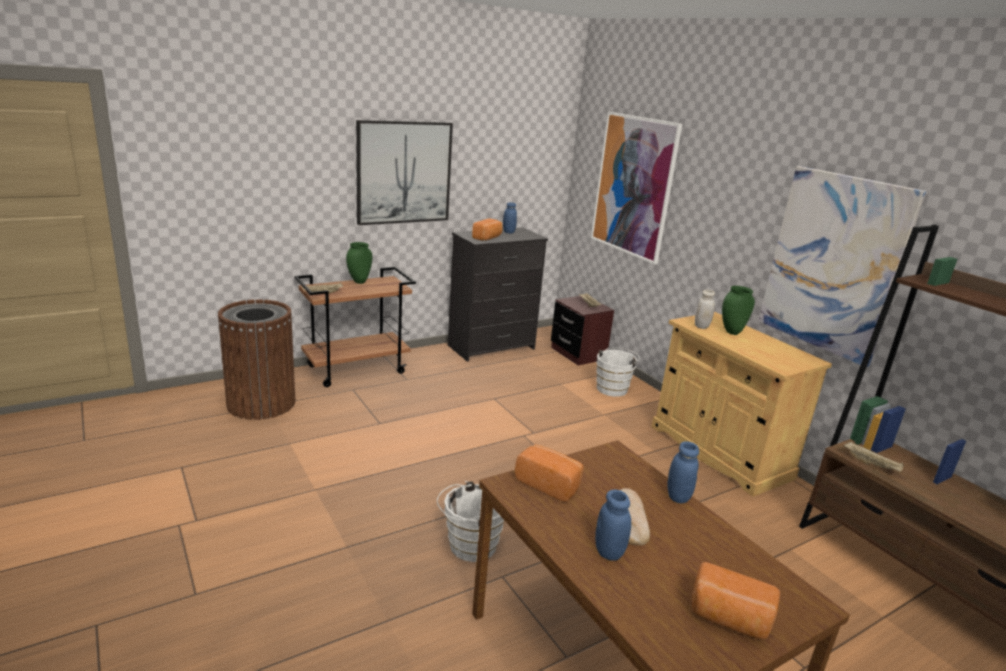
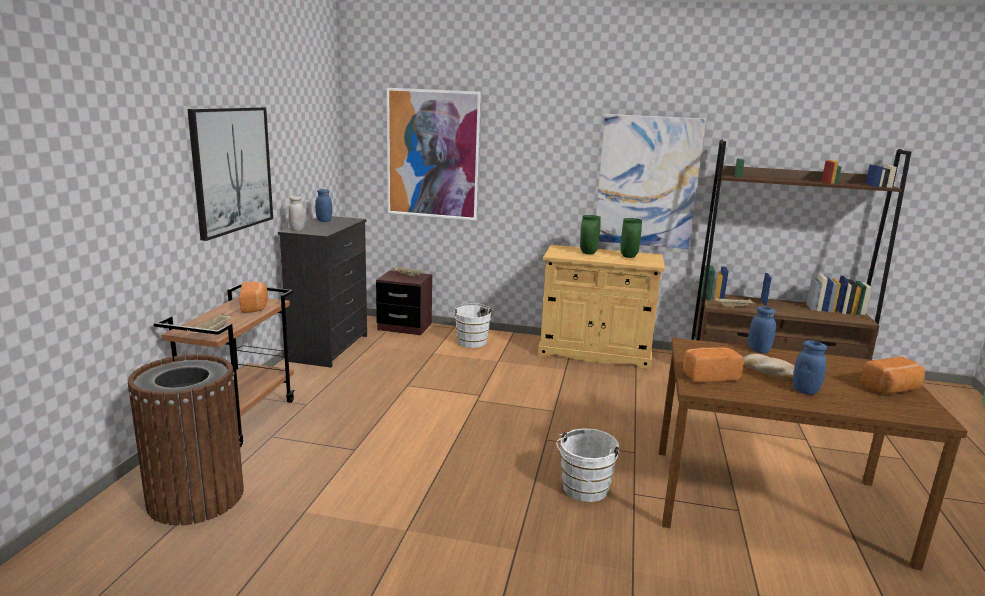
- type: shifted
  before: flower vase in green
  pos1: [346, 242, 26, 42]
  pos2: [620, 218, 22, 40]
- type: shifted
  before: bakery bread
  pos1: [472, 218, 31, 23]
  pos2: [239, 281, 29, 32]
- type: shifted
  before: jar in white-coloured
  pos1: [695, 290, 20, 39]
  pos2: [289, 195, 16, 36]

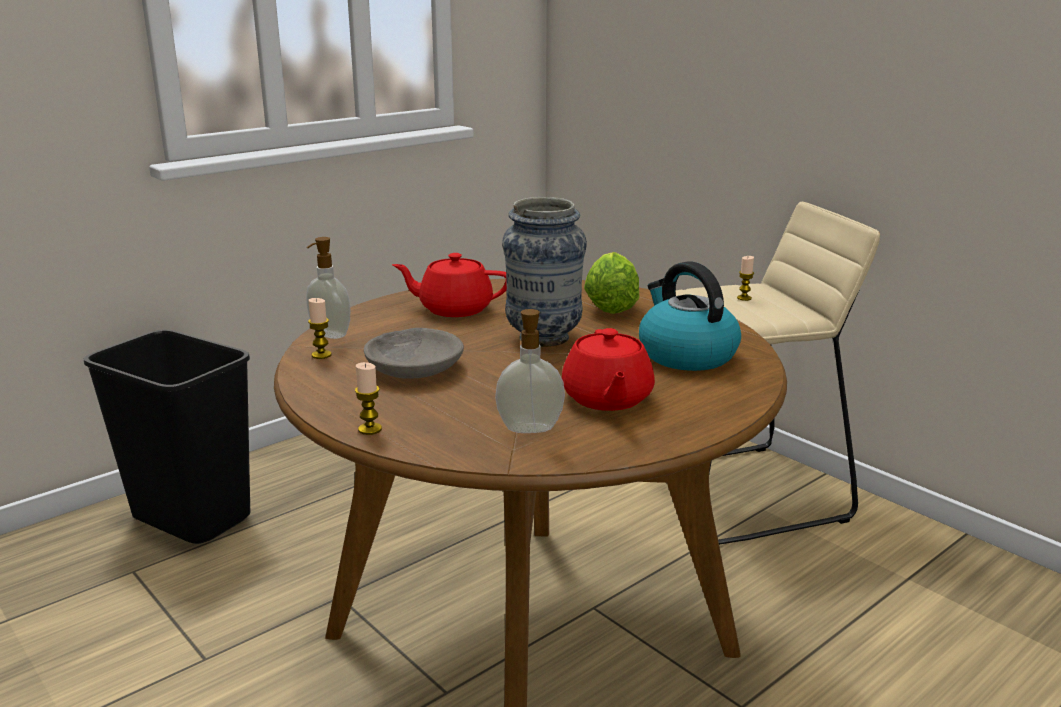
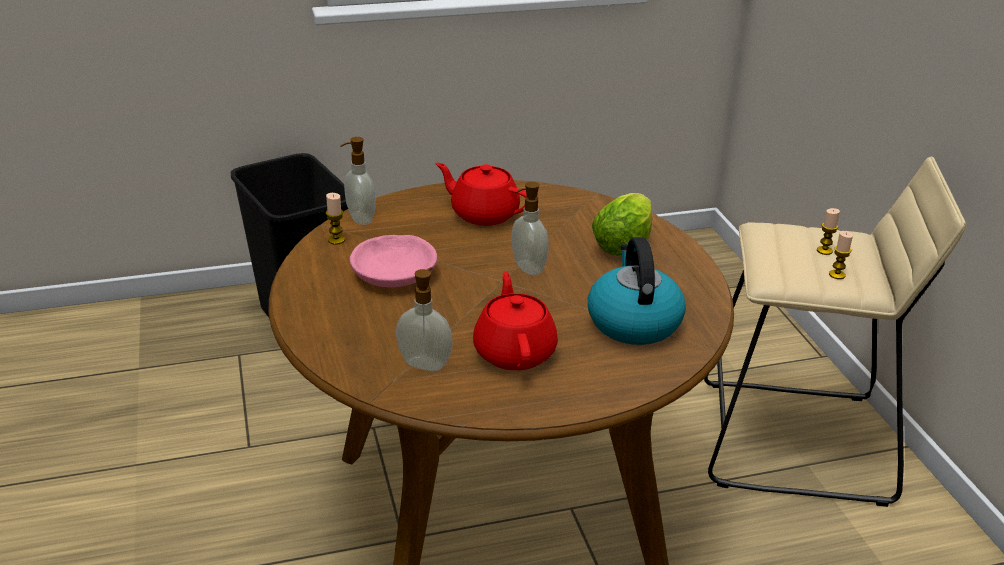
- type: shifted
  before: candle
  pos1: [355, 362, 27, 73]
  pos2: [829, 231, 24, 48]
- type: repainted
  before: deep dish in gray
  after: deep dish in pink
  pos1: [364, 328, 100, 51]
  pos2: [350, 235, 87, 52]
- type: swapped
  before: flower vase
  after: soap bottle
  pos1: [502, 197, 85, 150]
  pos2: [512, 182, 37, 93]
- type: rotated
  before: pot for tea in red
  pos1: [562, 328, 93, 83]
  pos2: [473, 272, 85, 98]
  turn: 150

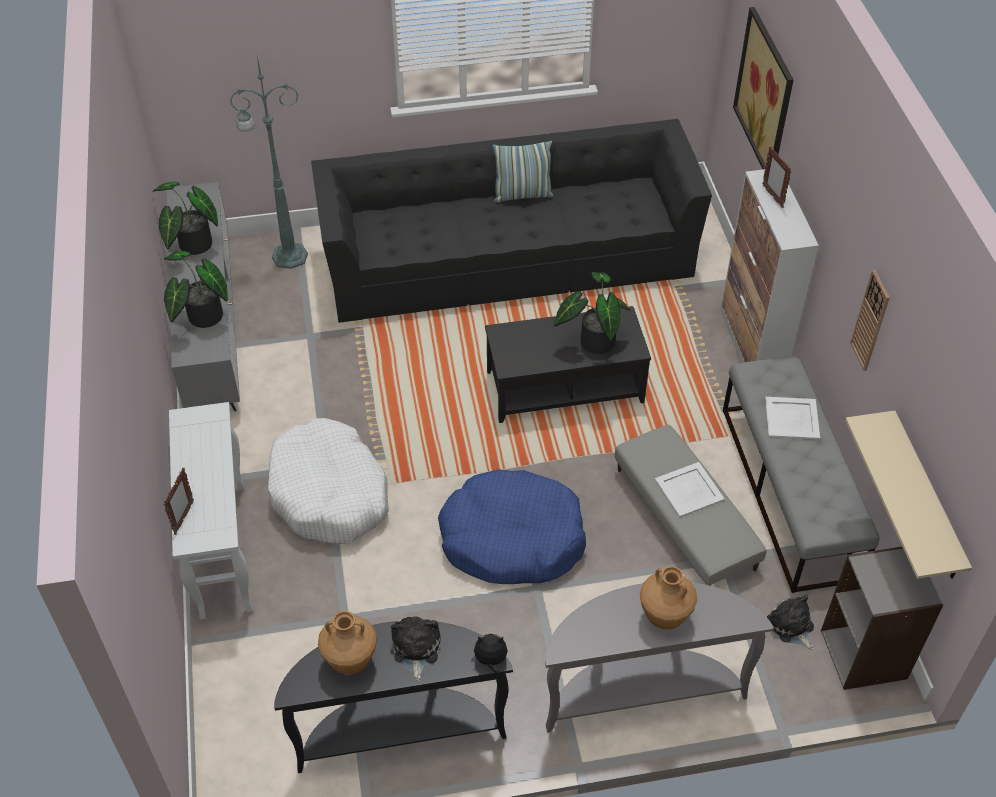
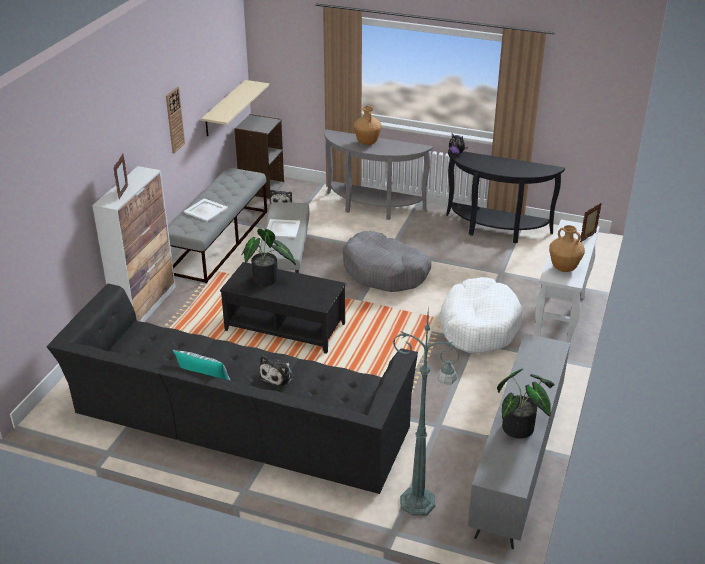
- type: gone
  before: potted plant
  pos1: [164, 251, 64, 77]
- type: shifted
  before: flower vase in brown
  pos1: [318, 611, 59, 63]
  pos2: [549, 225, 36, 47]
- type: shifted
  before: cuddly toy
  pos1: [391, 616, 49, 65]
  pos2: [259, 356, 35, 32]
- type: repainted
  before: pet bed in blue-coloured
  after: pet bed in gray
  pos1: [438, 469, 148, 115]
  pos2: [342, 231, 89, 61]
- type: gone
  before: wall picture
  pos1: [733, 7, 61, 162]

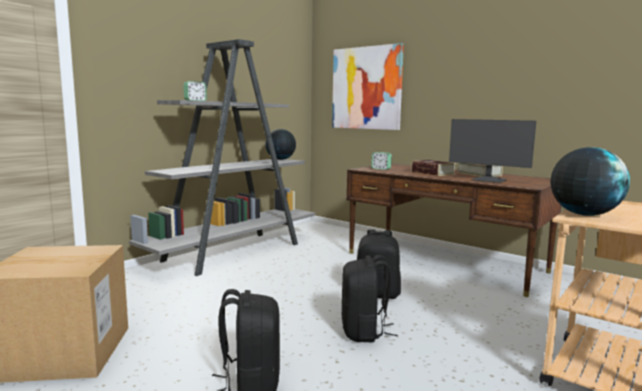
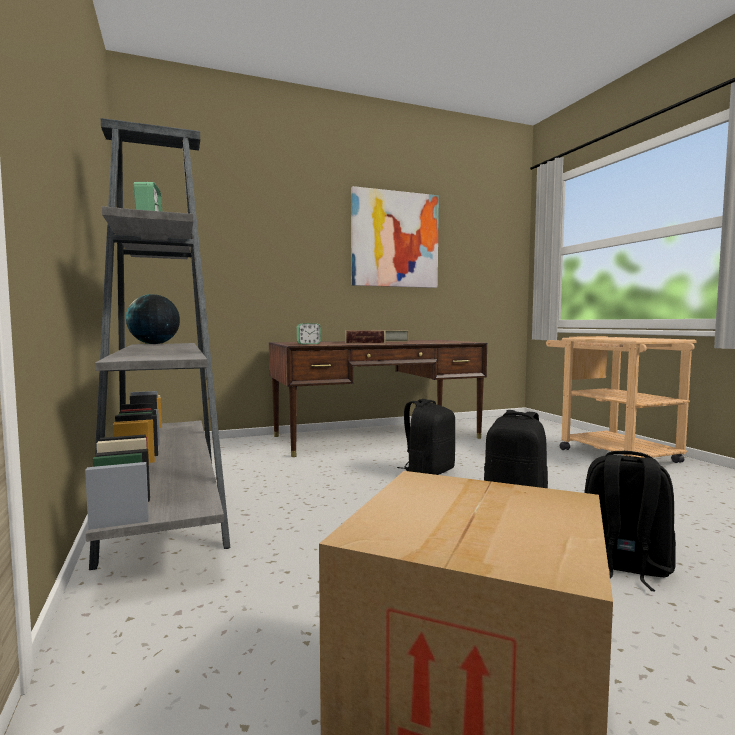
- type: shifted
  before: wall picture
  pos1: [332, 43, 72, 87]
  pos2: [351, 186, 88, 102]
- type: gone
  before: computer screen
  pos1: [449, 119, 87, 64]
- type: gone
  before: world globe
  pos1: [551, 147, 79, 69]

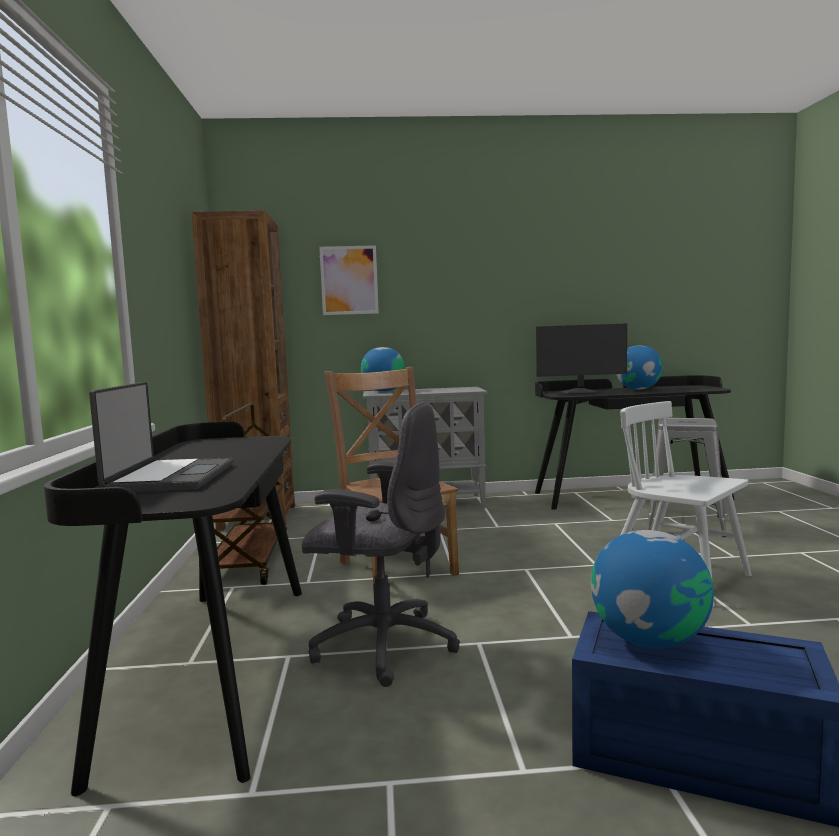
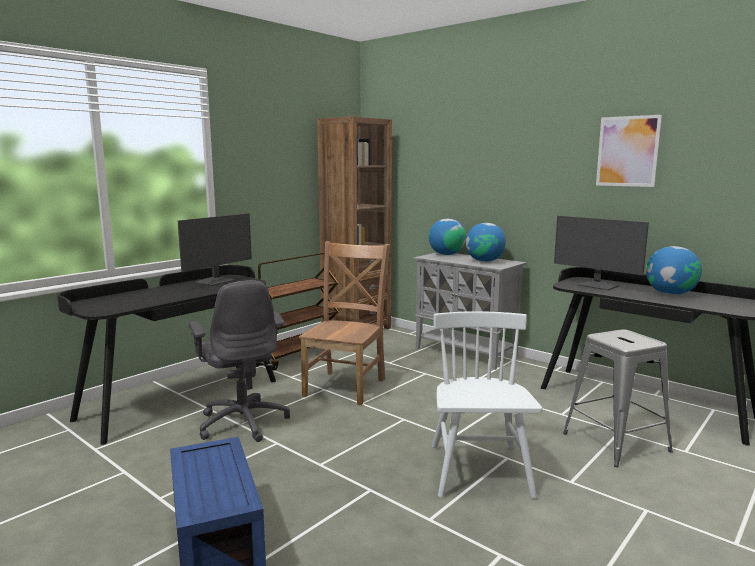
- type: gone
  before: portable computer
  pos1: [89, 382, 144, 110]
- type: shifted
  before: wall picture
  pos1: [319, 245, 60, 70]
  pos2: [596, 115, 66, 72]
- type: shifted
  before: world globe
  pos1: [591, 530, 123, 118]
  pos2: [466, 223, 40, 39]
- type: new
  after: computer screen
  pos2: [178, 213, 74, 73]

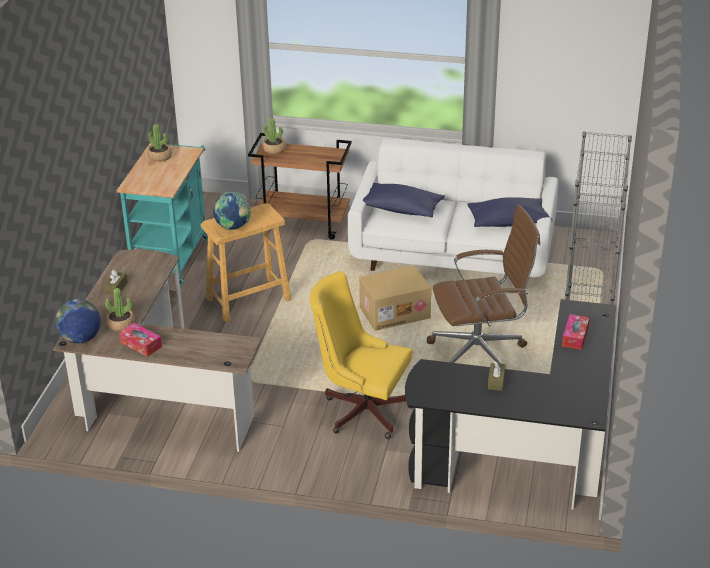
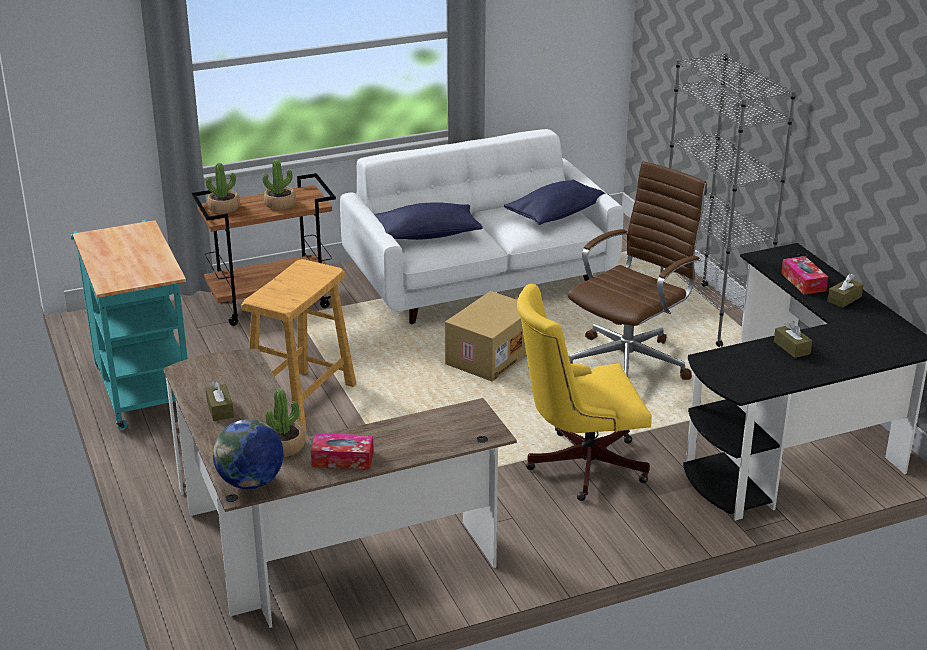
- type: shifted
  before: potted plant
  pos1: [147, 124, 25, 38]
  pos2: [263, 159, 33, 51]
- type: gone
  before: world globe
  pos1: [213, 192, 38, 38]
- type: new
  after: box of tissues in brown
  pos2: [827, 274, 37, 34]

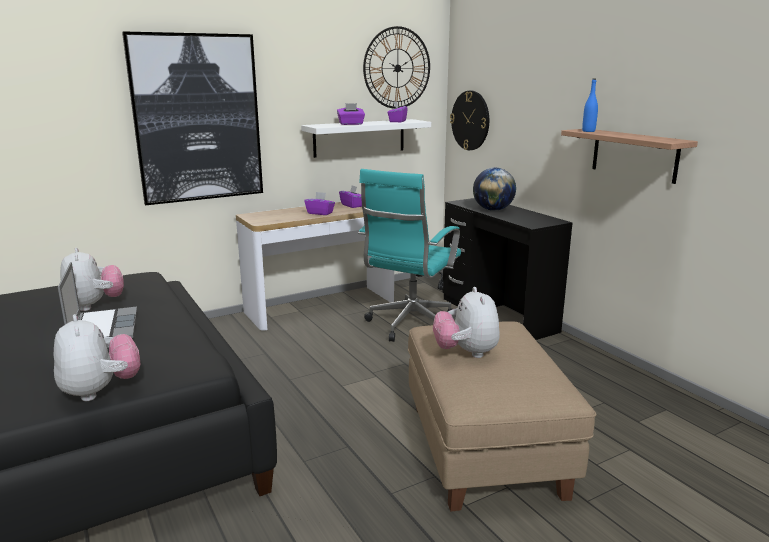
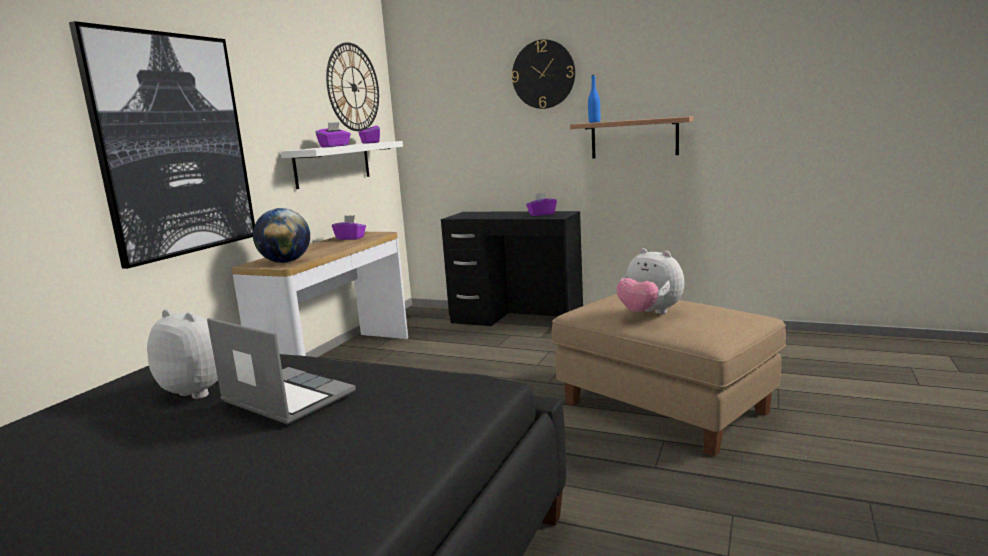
- type: gone
  before: cuddly toy
  pos1: [54, 314, 87, 87]
- type: shifted
  before: box of tissues in purple-coloured
  pos1: [304, 192, 31, 23]
  pos2: [526, 192, 31, 24]
- type: gone
  before: desk chair in turquoise-coloured
  pos1: [358, 169, 103, 173]
- type: shifted
  before: clock on the wall
  pos1: [450, 91, 39, 59]
  pos2: [512, 39, 63, 70]
- type: shifted
  before: world globe
  pos1: [473, 168, 43, 43]
  pos2: [253, 208, 57, 55]

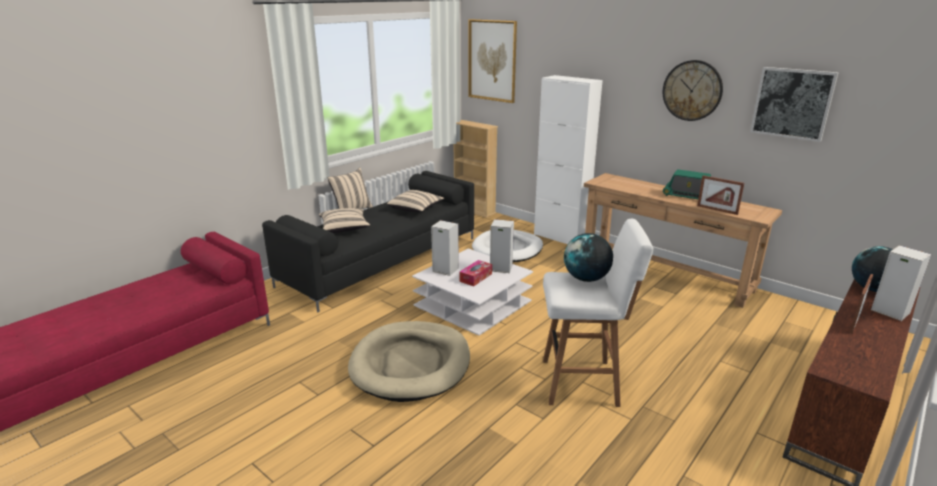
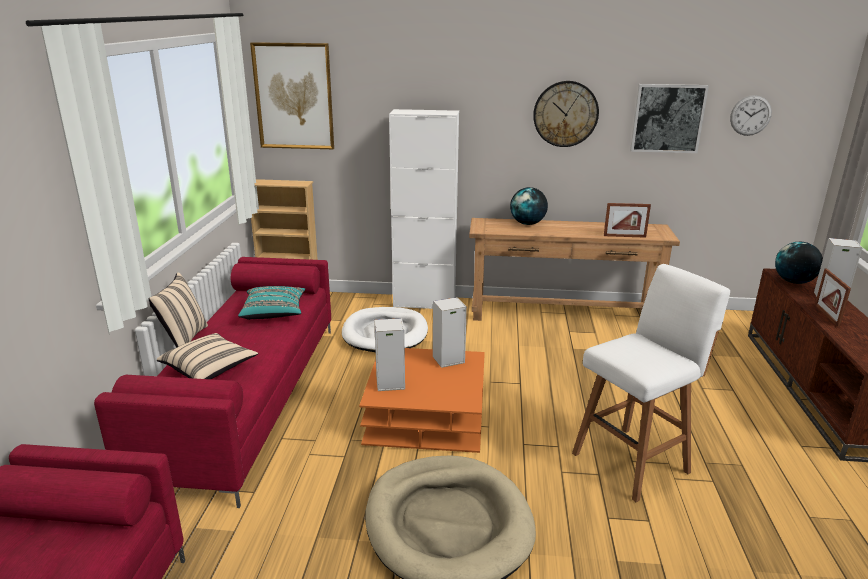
- type: repainted
  before: couch in black
  after: couch in red
  pos1: [262, 171, 212, 141]
  pos2: [94, 257, 237, 251]
- type: repainted
  before: cushion in beige
  after: cushion in turquoise-coloured
  pos1: [387, 190, 58, 22]
  pos2: [238, 286, 67, 34]
- type: repainted
  before: low table in white-coloured
  after: low table in orangey
  pos1: [412, 248, 121, 88]
  pos2: [359, 348, 126, 105]
- type: gone
  before: box of tissues
  pos1: [460, 260, 32, 26]
- type: shifted
  before: world globe
  pos1: [564, 233, 49, 49]
  pos2: [510, 187, 38, 38]
- type: gone
  before: radio set
  pos1: [663, 169, 48, 30]
- type: new
  after: clock on the wall
  pos2: [730, 95, 42, 41]

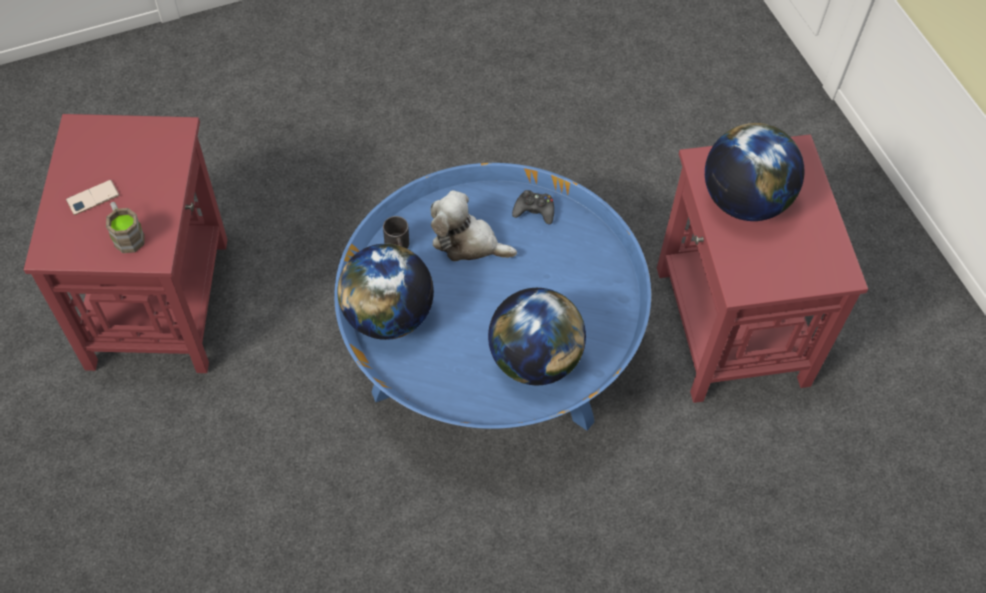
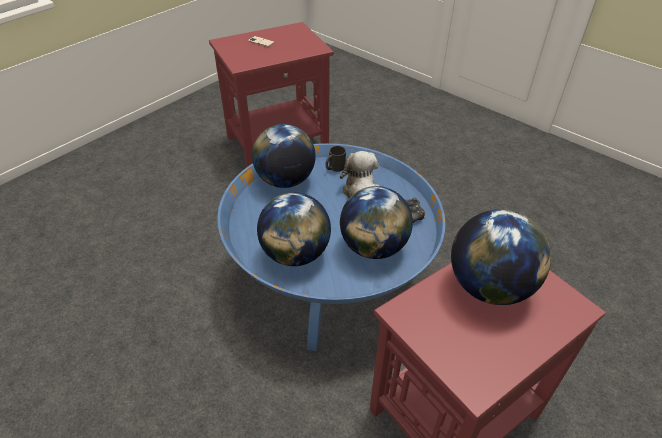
- type: gone
  before: tea mug in brown
  pos1: [106, 202, 39, 51]
- type: new
  after: world globe
  pos2: [340, 186, 73, 73]

